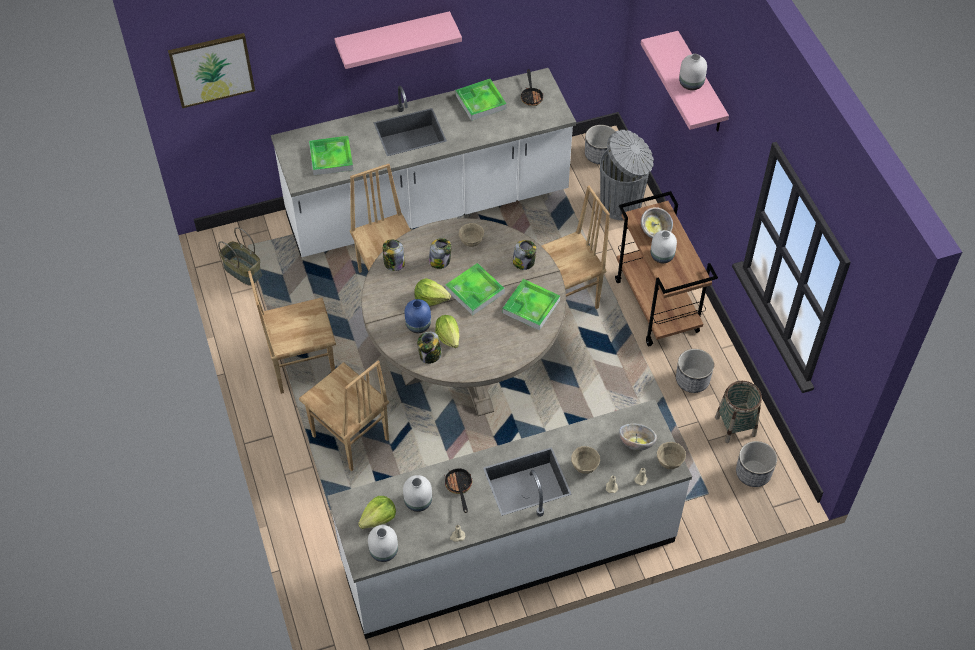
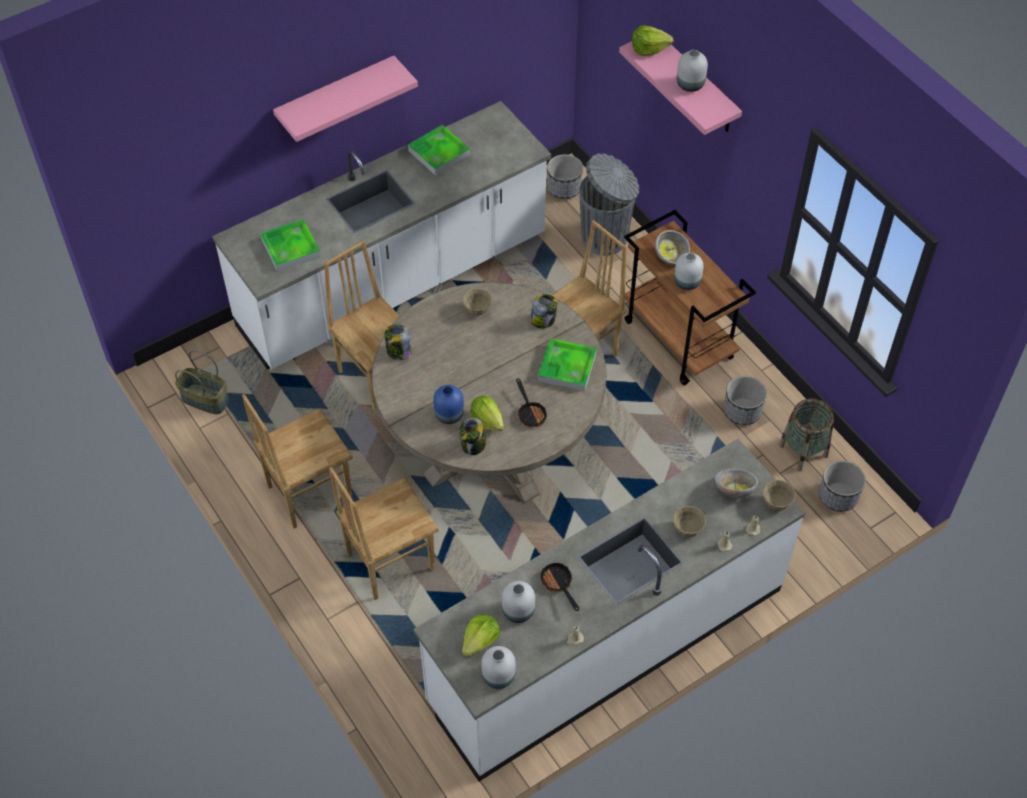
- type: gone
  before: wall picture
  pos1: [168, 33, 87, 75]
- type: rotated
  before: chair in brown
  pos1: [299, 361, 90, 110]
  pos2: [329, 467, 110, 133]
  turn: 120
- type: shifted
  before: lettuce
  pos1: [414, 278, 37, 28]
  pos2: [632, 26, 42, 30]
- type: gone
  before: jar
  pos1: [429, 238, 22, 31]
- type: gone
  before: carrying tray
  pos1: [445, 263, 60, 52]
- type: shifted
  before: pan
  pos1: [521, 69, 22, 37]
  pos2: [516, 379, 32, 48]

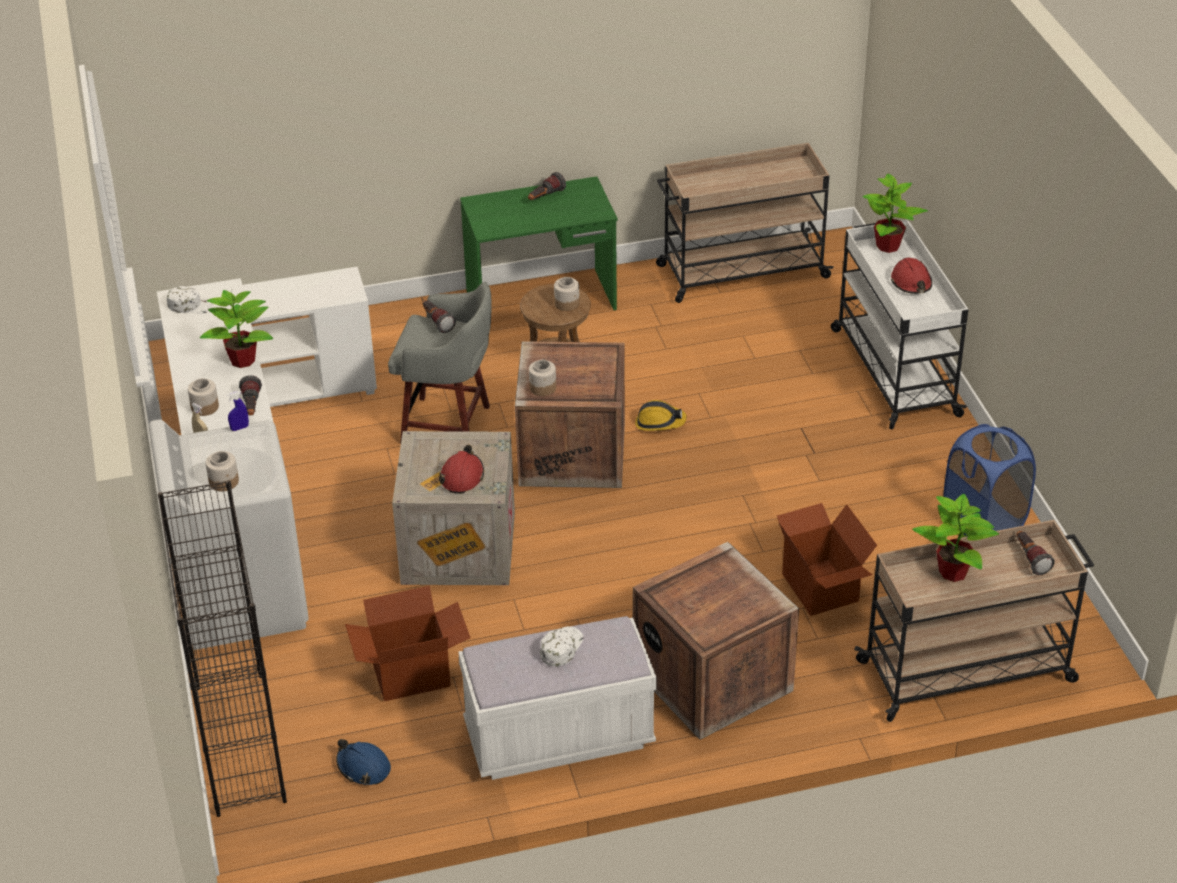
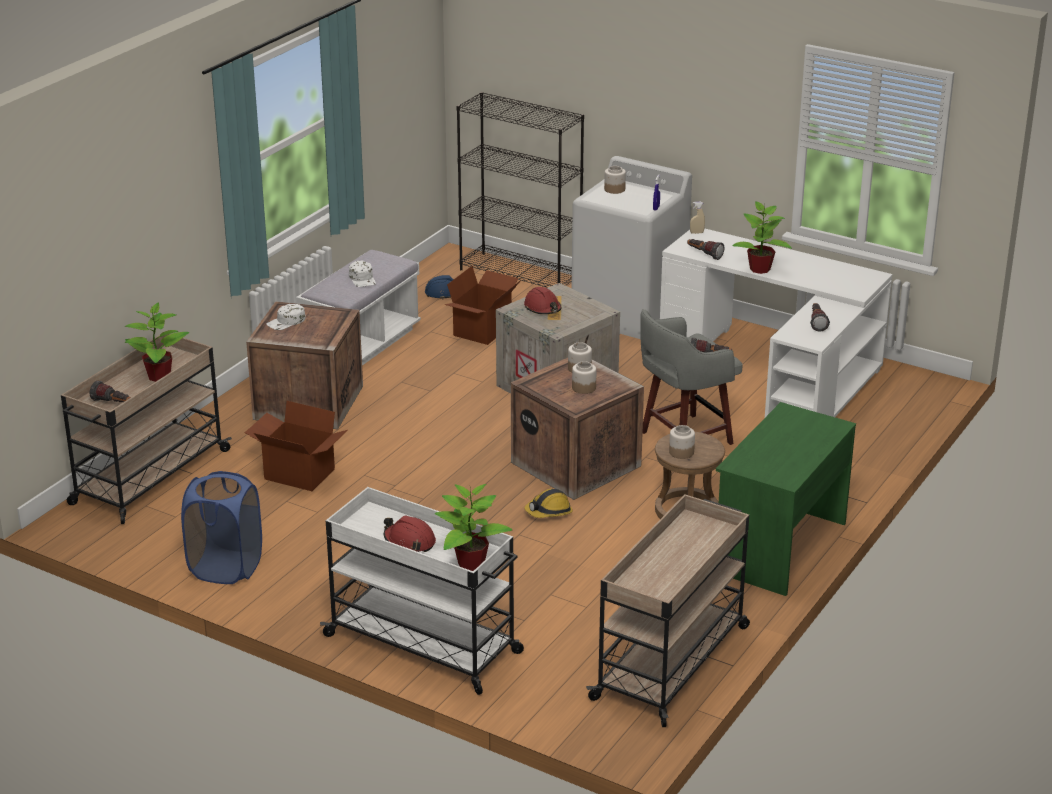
- type: shifted
  before: cap in white-coloured
  pos1: [167, 286, 47, 28]
  pos2: [266, 304, 39, 26]
- type: shifted
  before: jar
  pos1: [188, 378, 31, 38]
  pos2: [572, 361, 24, 33]
- type: shifted
  before: hand torch
  pos1: [528, 172, 38, 28]
  pos2: [810, 303, 20, 29]

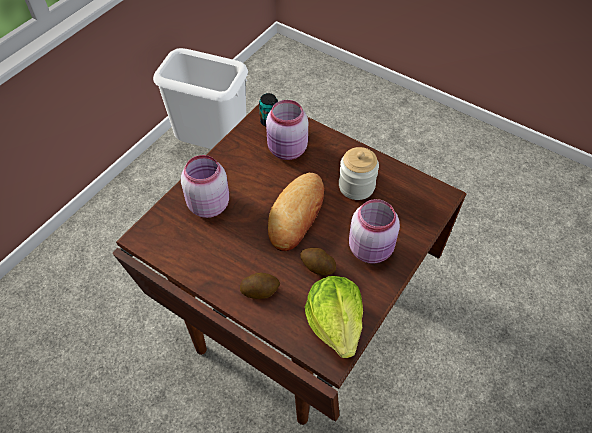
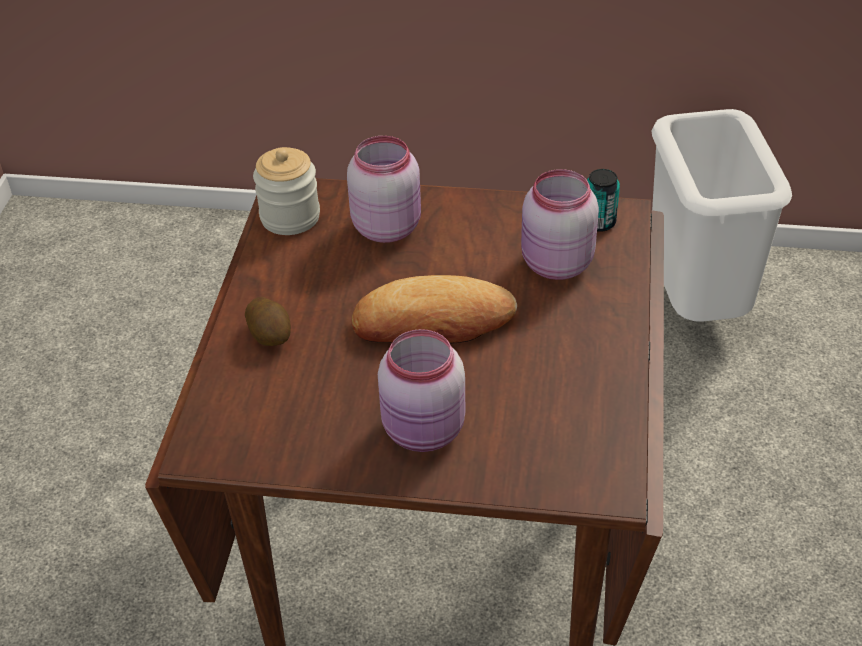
- type: gone
  before: spud
  pos1: [300, 248, 36, 28]
- type: gone
  before: lettuce
  pos1: [305, 276, 58, 82]
- type: shifted
  before: jar
  pos1: [339, 147, 40, 53]
  pos2: [253, 147, 67, 88]

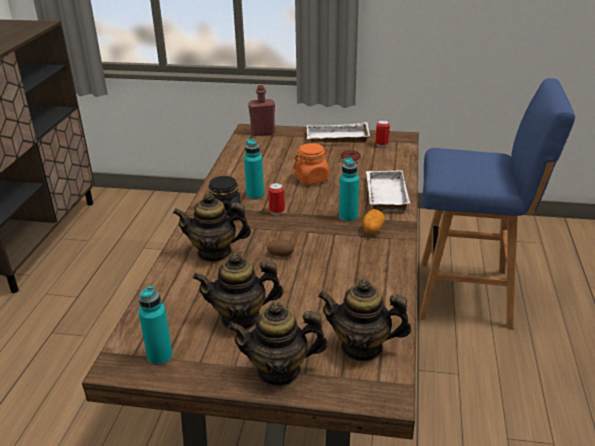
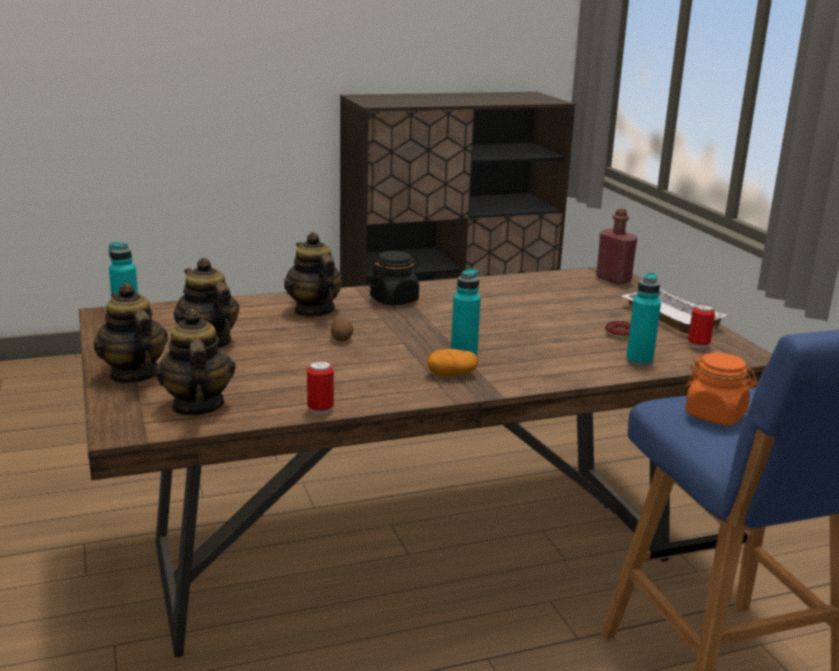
- type: shifted
  before: drink bottle in turquoise-coloured
  pos1: [244, 139, 20, 61]
  pos2: [626, 272, 35, 94]
- type: shifted
  before: can
  pos1: [268, 183, 17, 32]
  pos2: [307, 360, 27, 55]
- type: shifted
  before: jar in orangey
  pos1: [293, 143, 38, 42]
  pos2: [685, 353, 73, 73]
- type: gone
  before: carrying tray in white-coloured
  pos1: [366, 170, 44, 42]

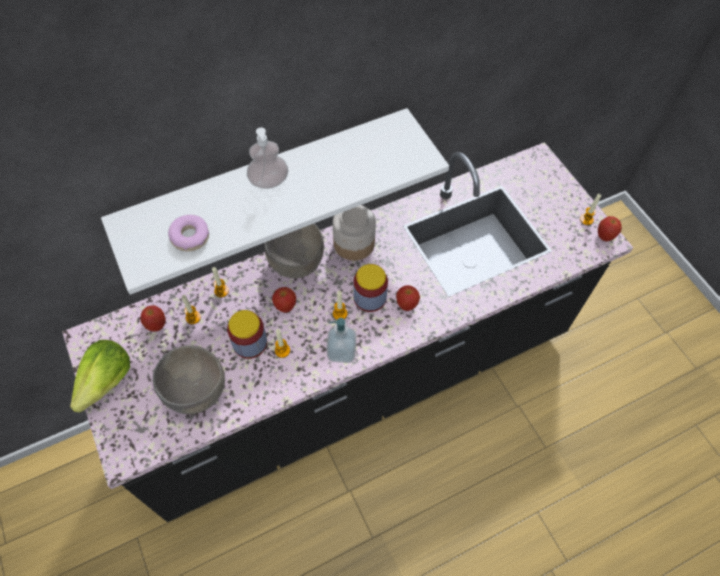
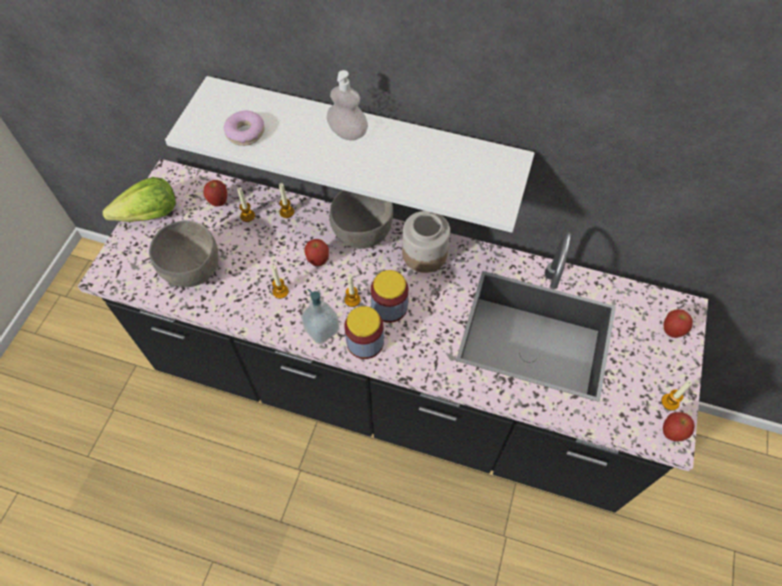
- type: shifted
  before: jar
  pos1: [227, 310, 40, 49]
  pos2: [345, 306, 39, 53]
- type: shifted
  before: whole apple
  pos1: [396, 285, 24, 26]
  pos2: [664, 309, 29, 29]

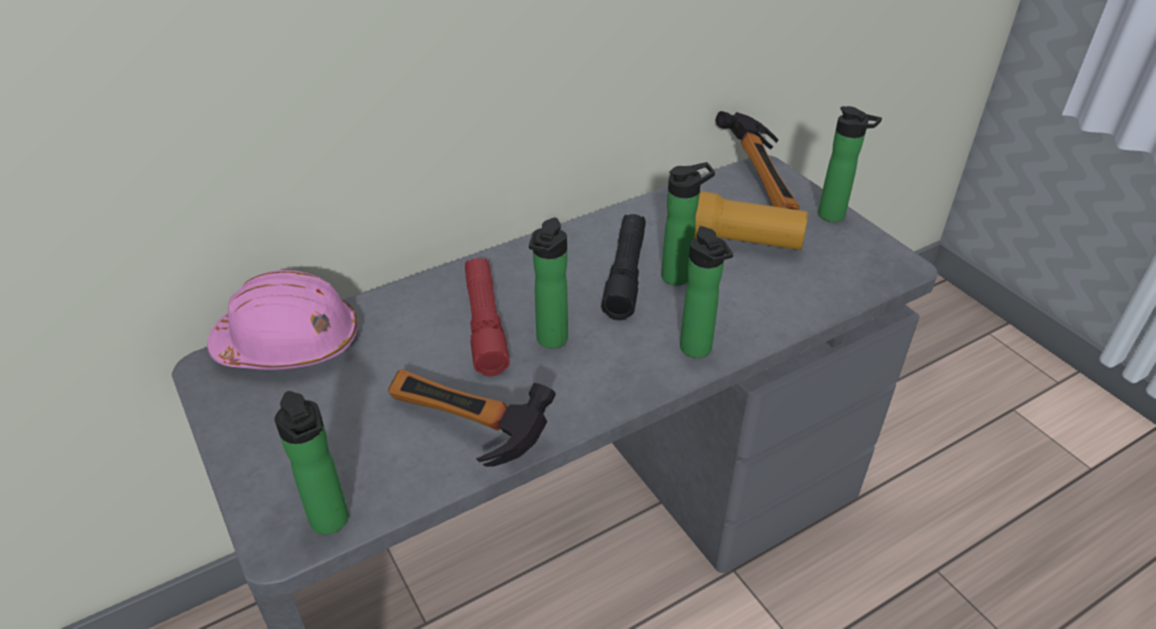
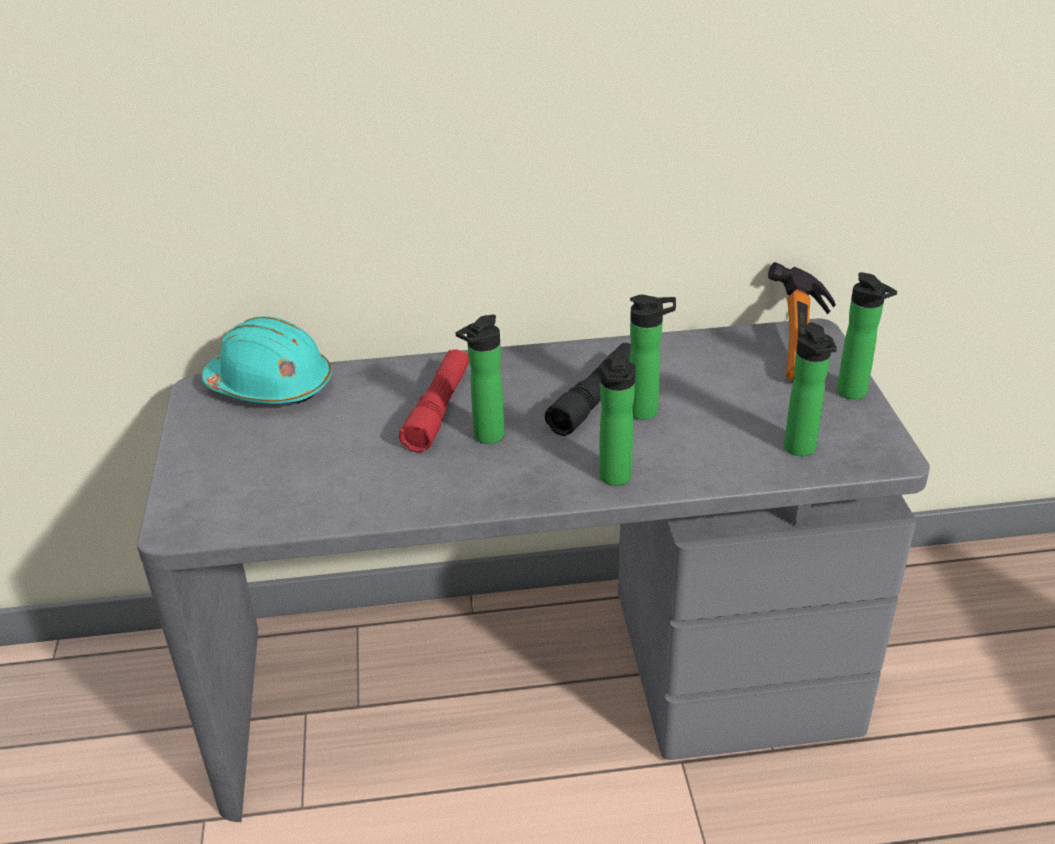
- type: repainted
  before: safety helmet in pink
  after: safety helmet in turquoise-coloured
  pos1: [207, 270, 151, 100]
  pos2: [202, 316, 130, 88]
- type: shifted
  before: drink bottle
  pos1: [275, 391, 74, 143]
  pos2: [784, 322, 53, 134]
- type: gone
  before: hand hammer
  pos1: [388, 369, 168, 98]
- type: gone
  before: hand torch
  pos1: [694, 191, 114, 59]

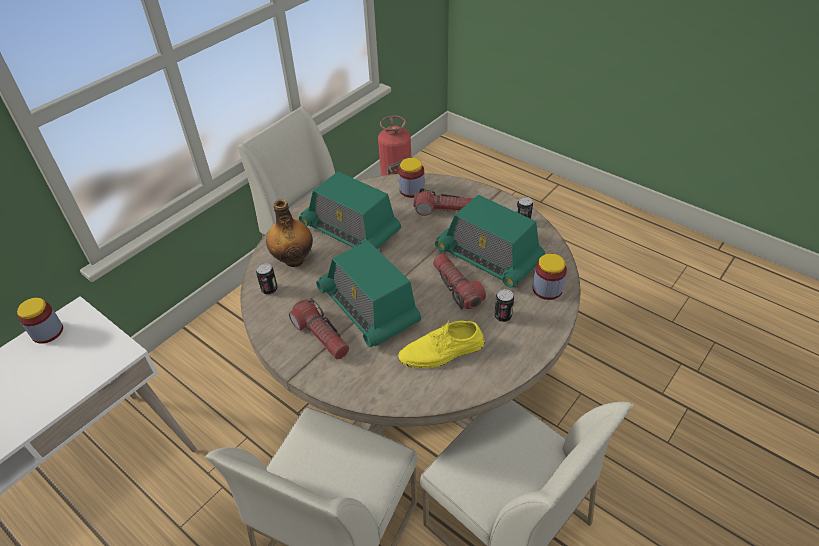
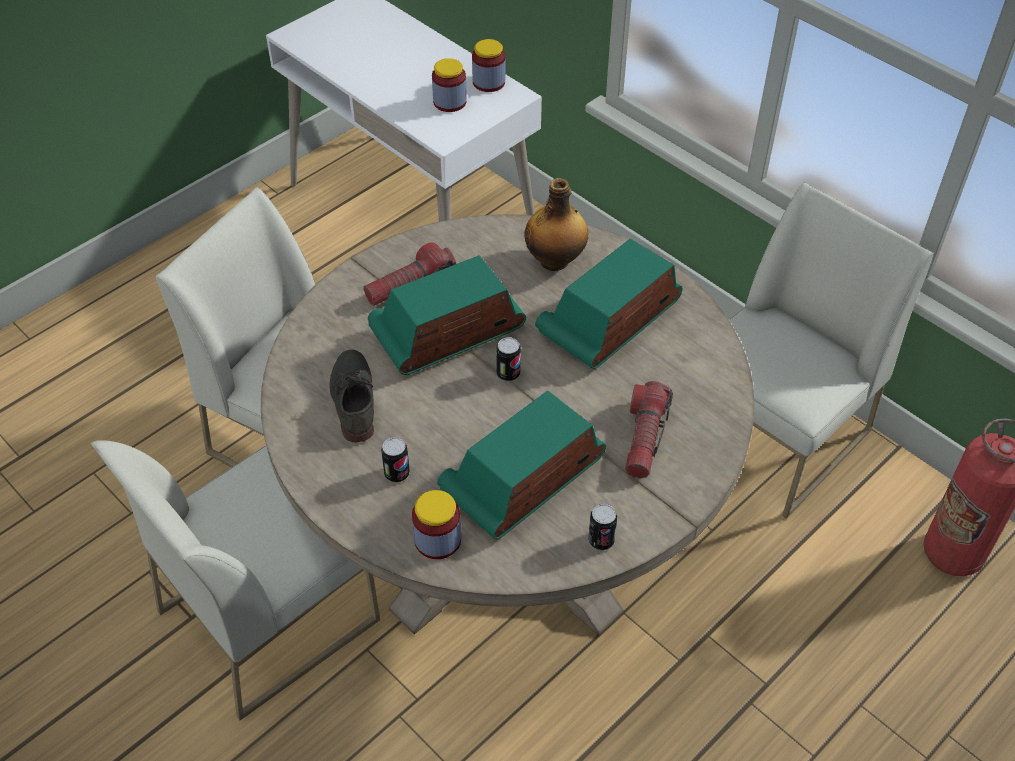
- type: shifted
  before: can
  pos1: [256, 263, 22, 32]
  pos2: [496, 337, 24, 44]
- type: repainted
  before: shoe in yellow-coloured
  after: shoe in gray
  pos1: [398, 320, 86, 48]
  pos2: [330, 350, 44, 92]
- type: shifted
  before: jar
  pos1: [399, 158, 26, 40]
  pos2: [432, 58, 35, 54]
- type: gone
  before: hand torch
  pos1: [433, 254, 53, 56]

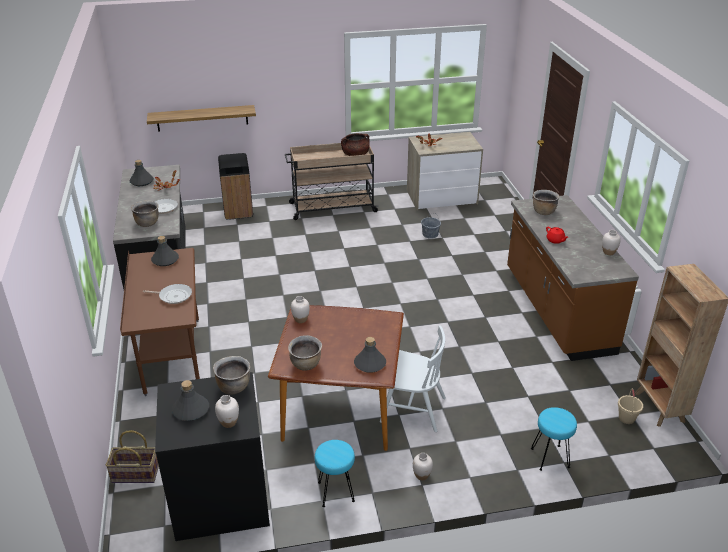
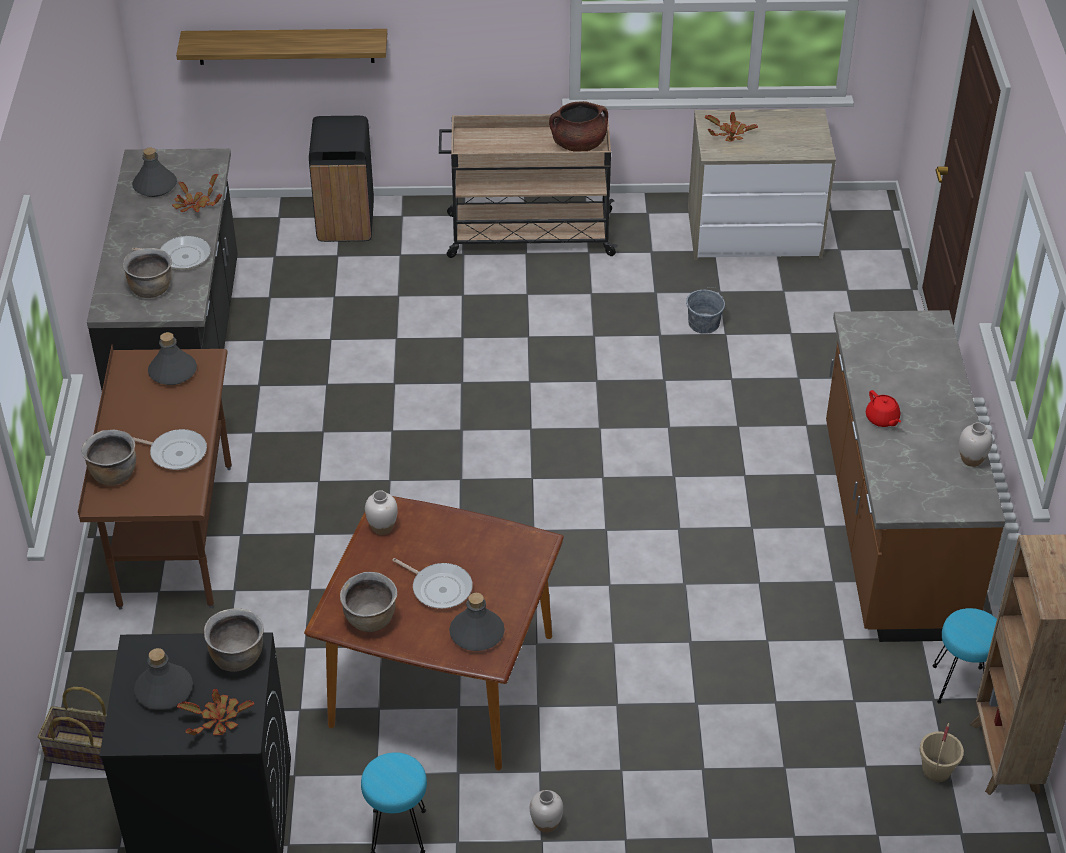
- type: swapped
  before: flower vase in white-coloured
  after: potted plant
  pos1: [215, 395, 24, 33]
  pos2: [177, 689, 77, 46]
- type: gone
  before: chair in white-coloured
  pos1: [380, 326, 66, 106]
- type: shifted
  before: stool seat in turquoise-coloured
  pos1: [531, 407, 46, 64]
  pos2: [932, 608, 65, 96]
- type: shifted
  before: cooking pot in brown
  pos1: [533, 190, 27, 25]
  pos2: [81, 430, 55, 56]
- type: new
  after: pan
  pos2: [392, 558, 81, 51]

